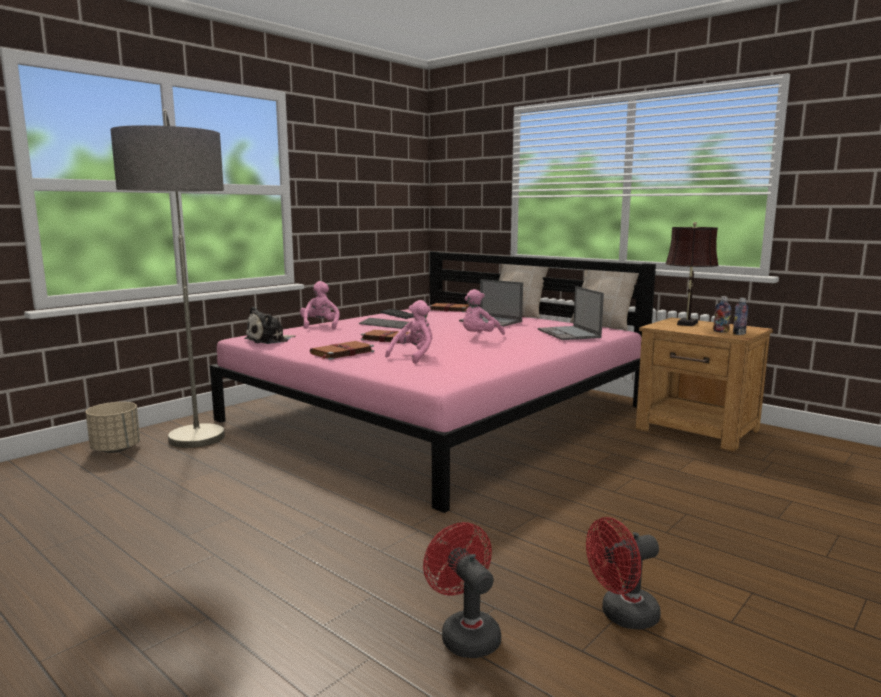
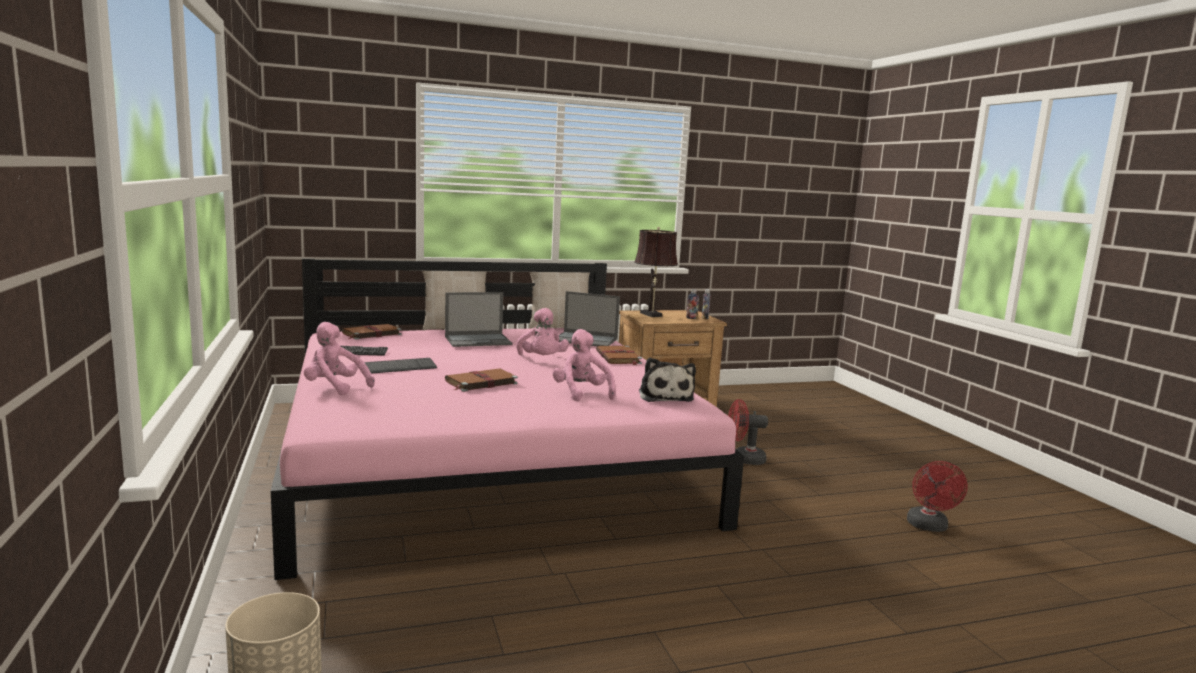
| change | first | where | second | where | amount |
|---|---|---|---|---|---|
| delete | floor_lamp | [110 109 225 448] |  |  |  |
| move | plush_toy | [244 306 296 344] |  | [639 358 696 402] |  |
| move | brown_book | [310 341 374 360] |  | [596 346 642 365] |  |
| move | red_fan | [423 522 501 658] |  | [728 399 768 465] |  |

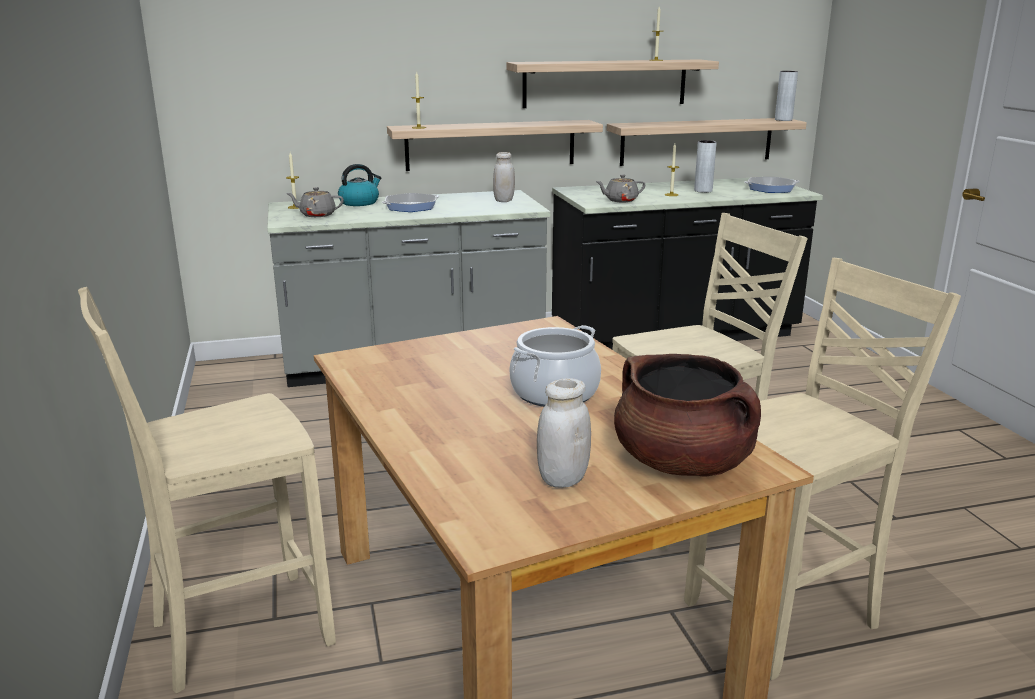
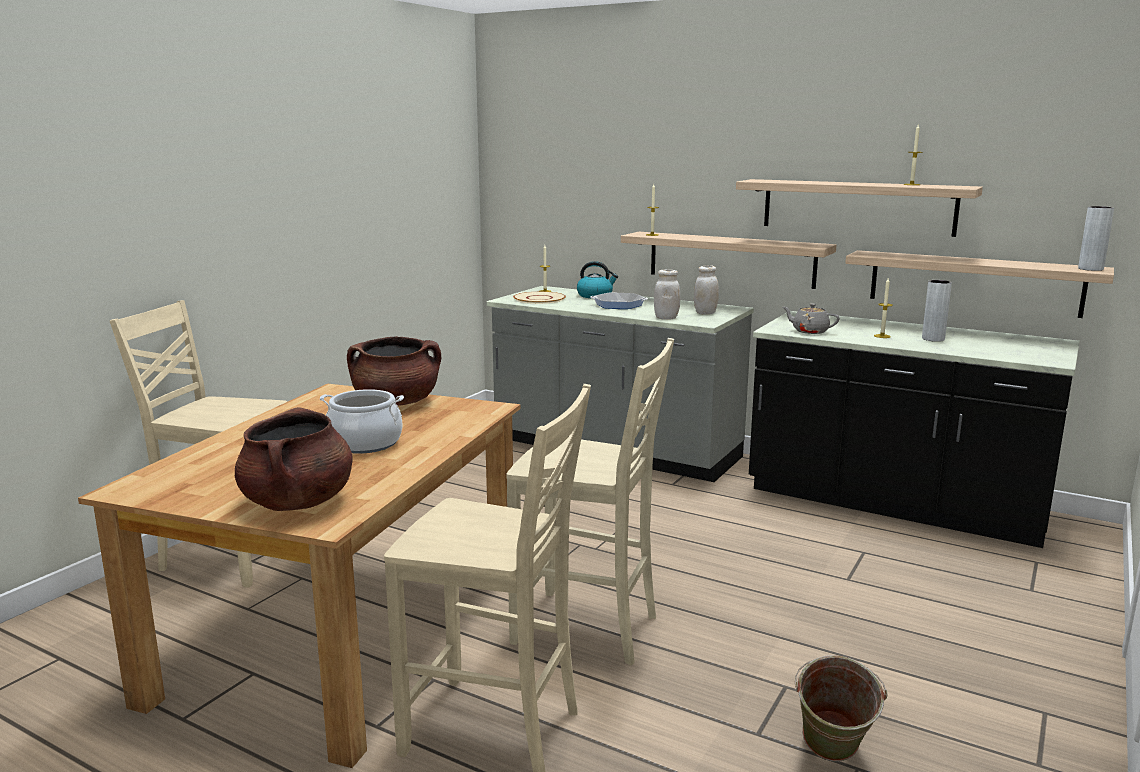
| change | first | where | second | where | amount |
|---|---|---|---|---|---|
| replace | grey_teapot | [286 187 344 217] | beige_plate | [513 292 566 304] |  |
| move | white_jar | [537 378 591 488] |  | [654 269 680 320] |  |
| delete | frying_pan | [745 177 800 193] |  |  |  |
| insert |  |  | brown_cooking_pot | [347 336 441 406] |  |
| insert |  |  | green_bucket | [795 655 888 762] |  |

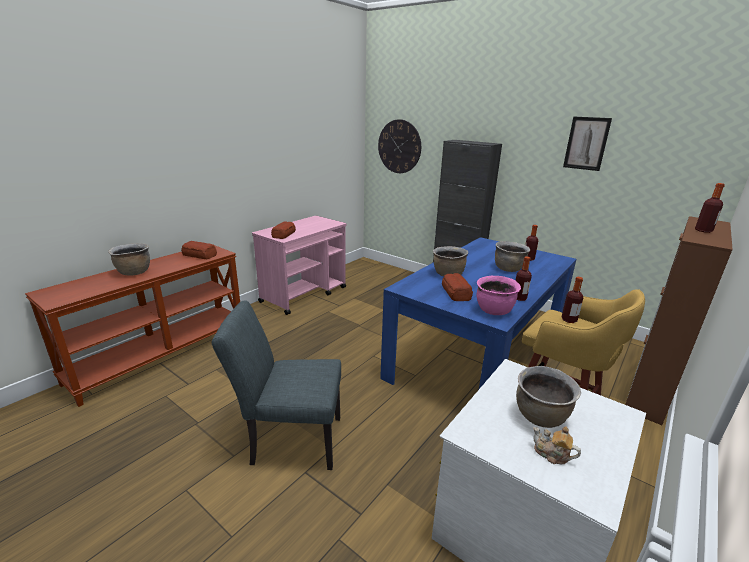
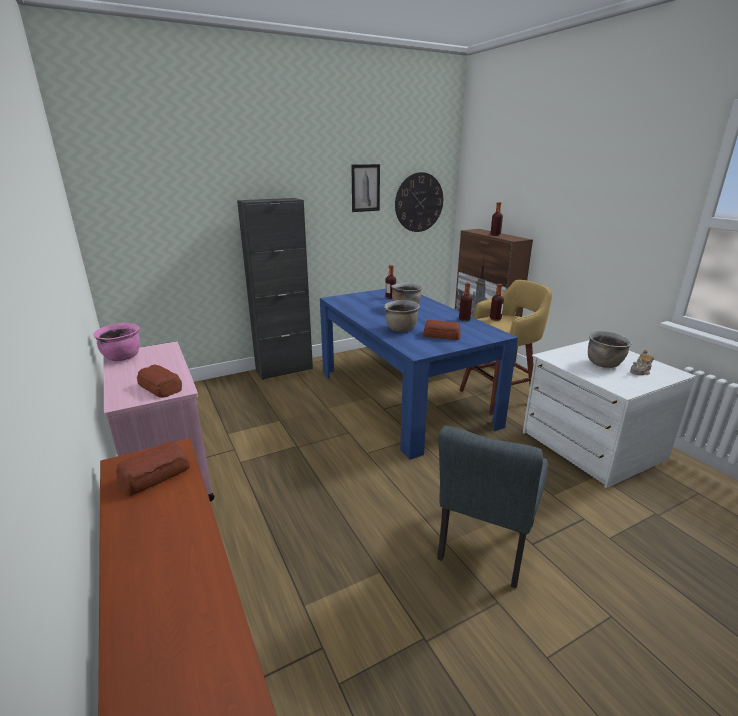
| change | first | where | second | where | amount |
|---|---|---|---|---|---|
| delete | brown_cooking_pot | [108 243 150 276] |  |  |  |
| move | wall_clock | [378 119 421 173] |  | [395 172 443 232] |  |
| move | pink_cooking_pot | [476 276 521 315] |  | [93 323 140 361] |  |

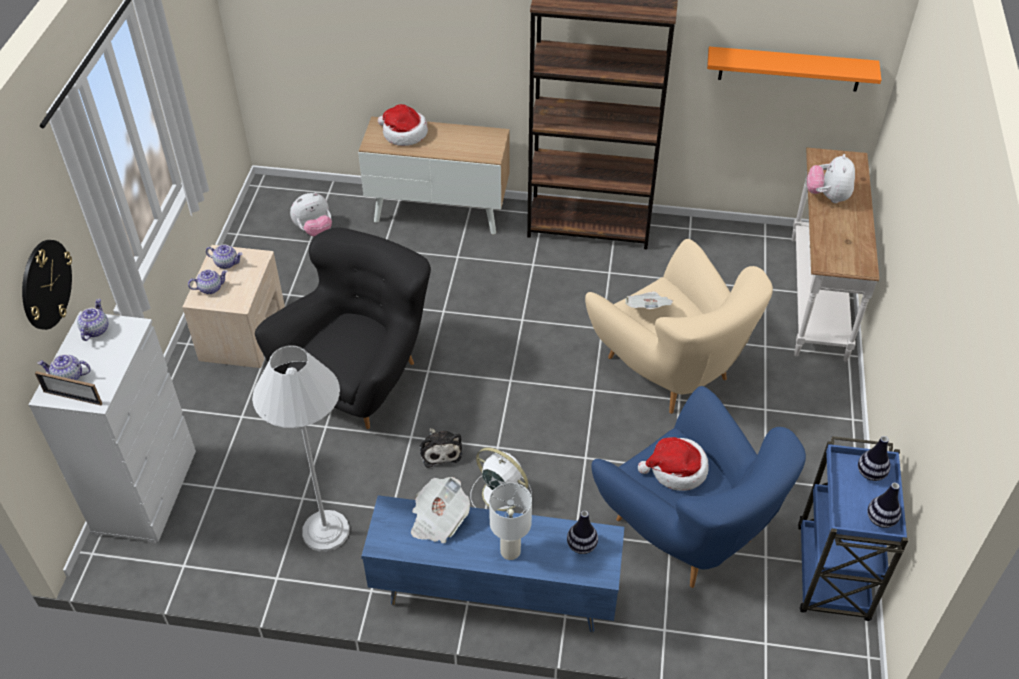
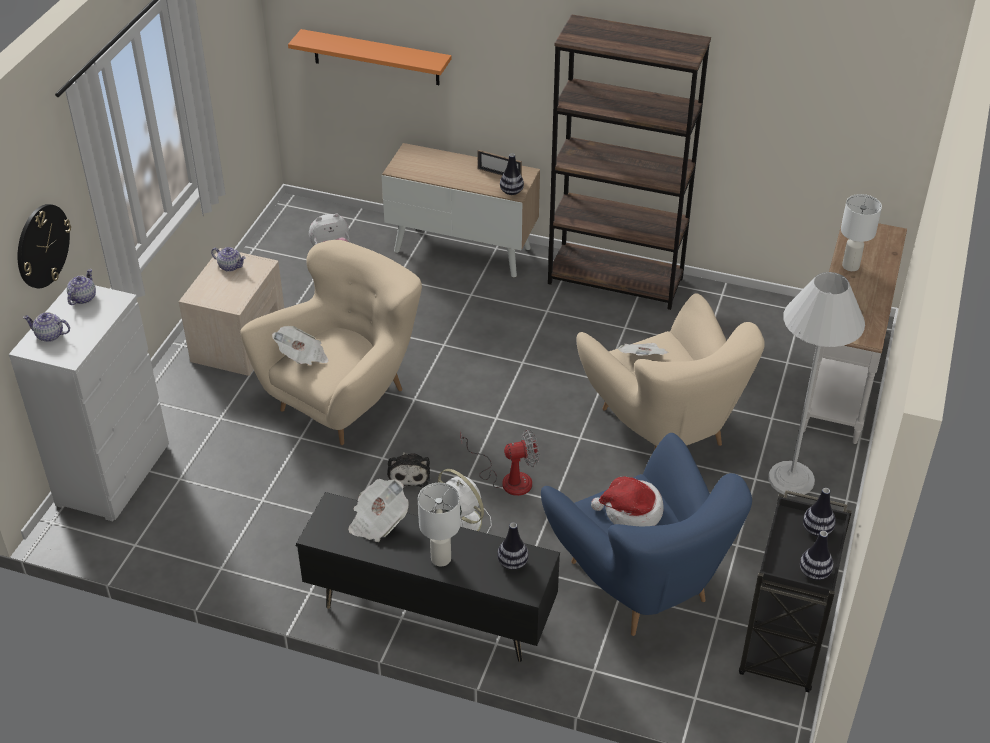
| change | first | where | second | where | amount |
|---|---|---|---|---|---|
| move | picture_frame | [35 371 102 405] |  | [478 150 522 176] |  |
| delete | teapot | [188 270 228 294] |  |  |  |
| move | white_floor_lamp | [252 345 350 552] |  | [768 272 865 496] |  |
| recolor | black_armchair | [255 227 431 429] | beige_armchair | [241 240 422 445] |  |
| recolor | blue_tv_stand | [361 495 625 633] | black_tv_stand | [296 492 560 662] |  |
| delete | hat | [378 104 428 146] |  |  |  |
| move | orange_shelf | [707 47 881 91] |  | [288 29 451 85] |  |
| recolor | blue_cart | [798 436 908 621] | black_cart | [739 490 852 692] |  |
| replace | plush_toy | [807 154 855 203] | white_table_lamp | [841 194 882 271] |  |
| insert |  |  | newspaper | [272 326 329 365] |  |
| insert |  |  | fan | [460 430 539 496] |  |
| insert |  |  | vase | [500 154 524 195] |  |

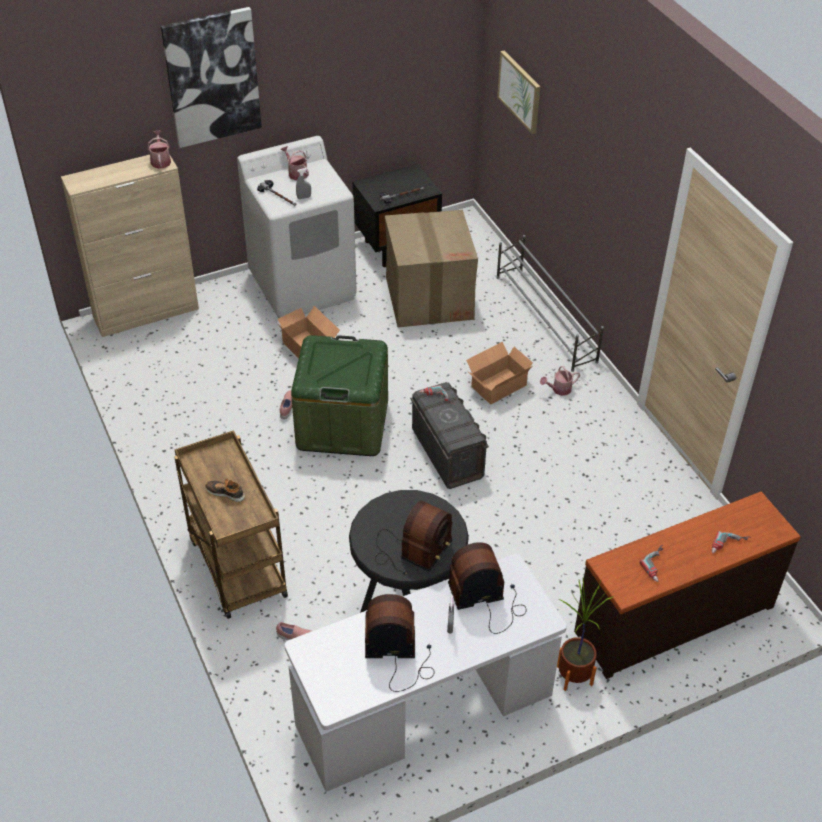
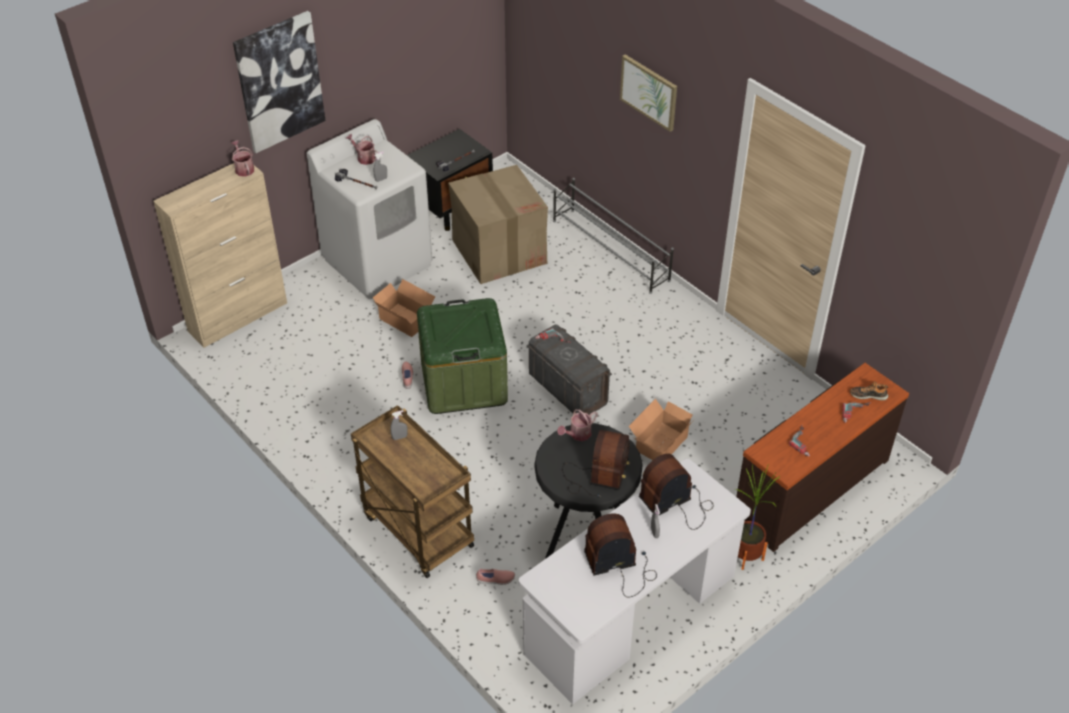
| change | first | where | second | where | amount |
|---|---|---|---|---|---|
| move | shoe | [205 478 245 502] |  | [850 381 888 400] |  |
| move | cardboard_box | [466 342 533 404] |  | [629 399 695 460] |  |
| move | picture | [497 51 540 134] |  | [620 54 677 132] |  |
| move | watering_can | [540 366 580 396] |  | [557 409 598 441] |  |
| insert |  |  | grey_spray_bottle | [390 410 408 440] |  |

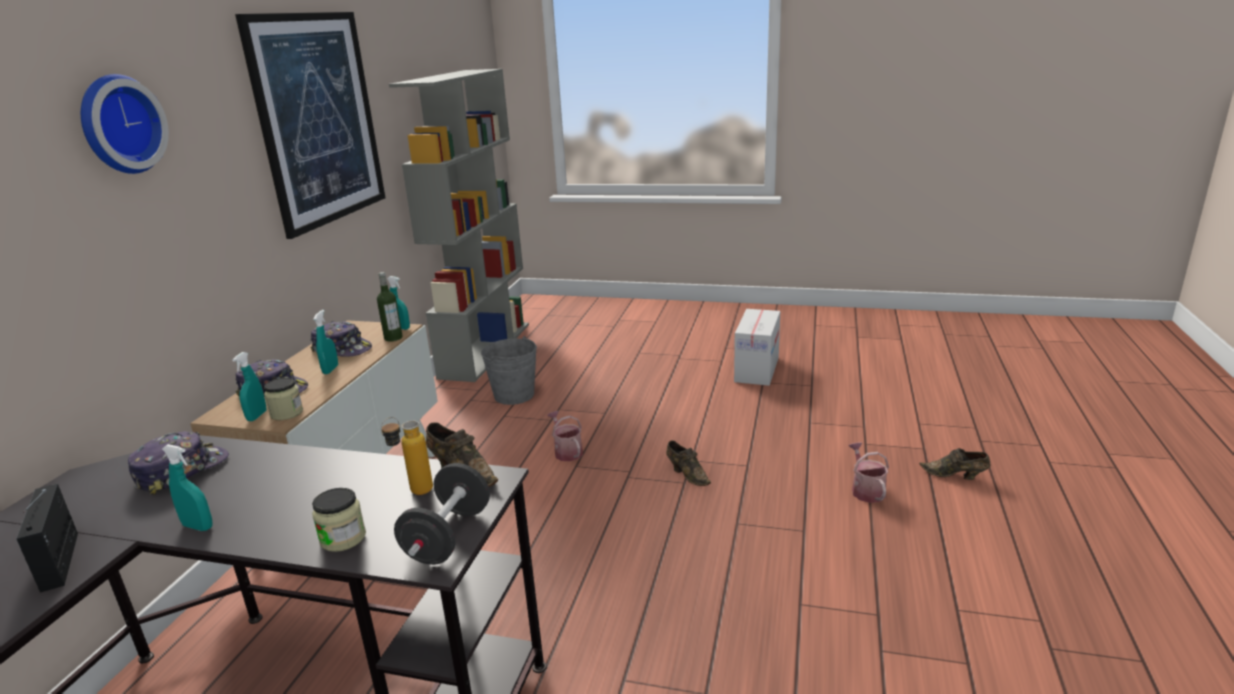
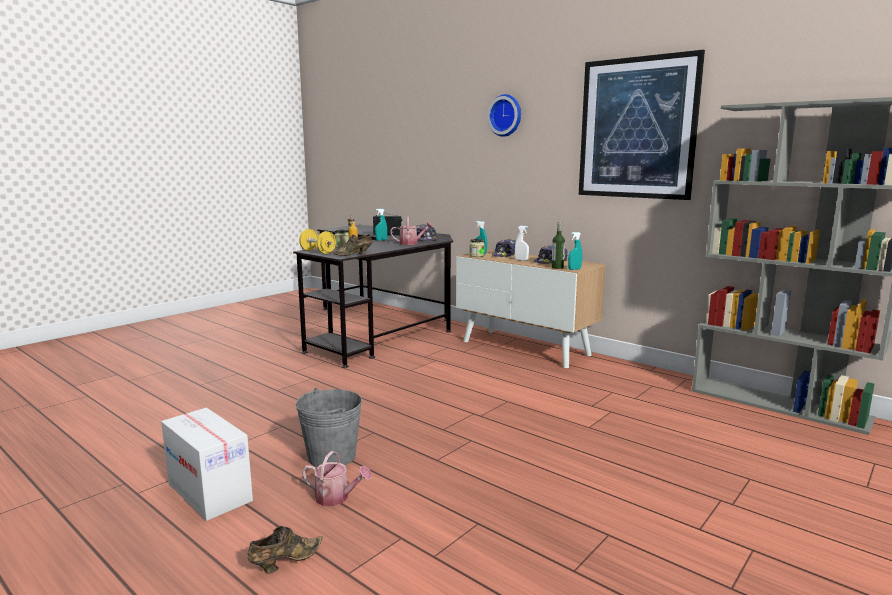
| change | first | where | second | where | amount |
|---|---|---|---|---|---|
| recolor | turquoise_spray_bottle | [313 310 338 374] | white_spray_bottle | [515 226 529 261] |  |
| recolor | black_dumbbell | [394 463 490 565] | yellow_dumbbell | [299 229 336 254] |  |
| move | grey_bucket | [481 336 537 405] |  | [296 388 362 467] |  |
| move | watering_can | [547 411 583 461] |  | [390 217 433 245] |  |
| delete | brown_shoe | [666 440 711 486] |  |  |  |
| move | cardboard_box | [734 309 780 386] |  | [161 408 253 521] |  |

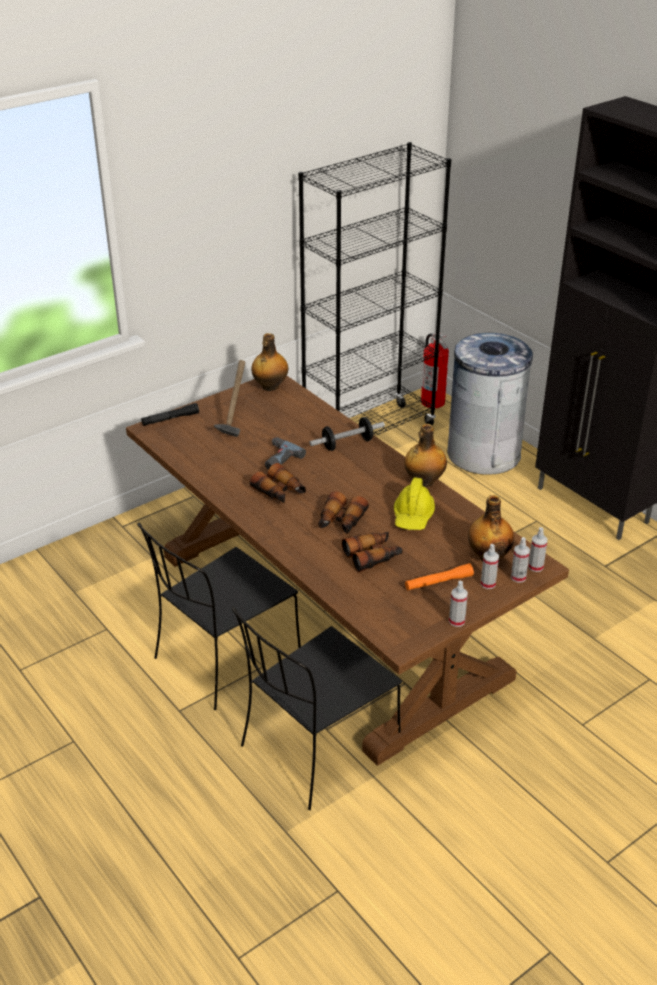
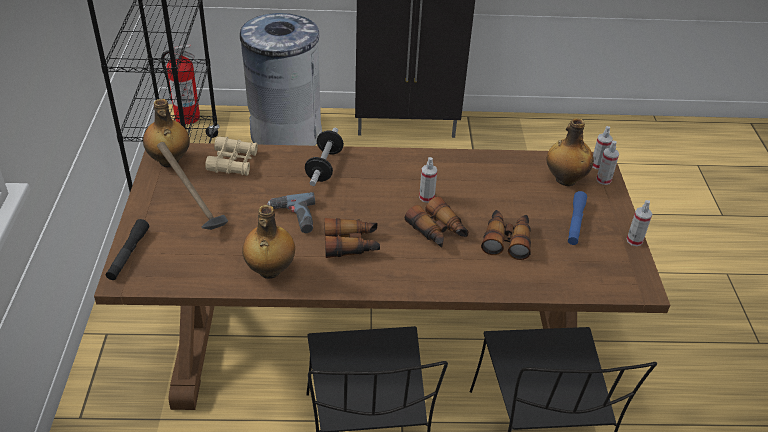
| change | first | where | second | where | amount |
|---|---|---|---|---|---|
| delete | yellow_hard_hat | [394 477 435 530] |  |  |  |
| move | bottle | [404 424 447 487] |  | [242 205 295 279] |  |
| recolor | orange_flashlight | [405 563 474 590] | blue_flashlight | [568 191 587 245] |  |
| move | spray_bottle | [480 544 499 589] |  | [419 157 437 203] |  |
| insert |  |  | beige_binoculars | [205 137 258 176] |  |

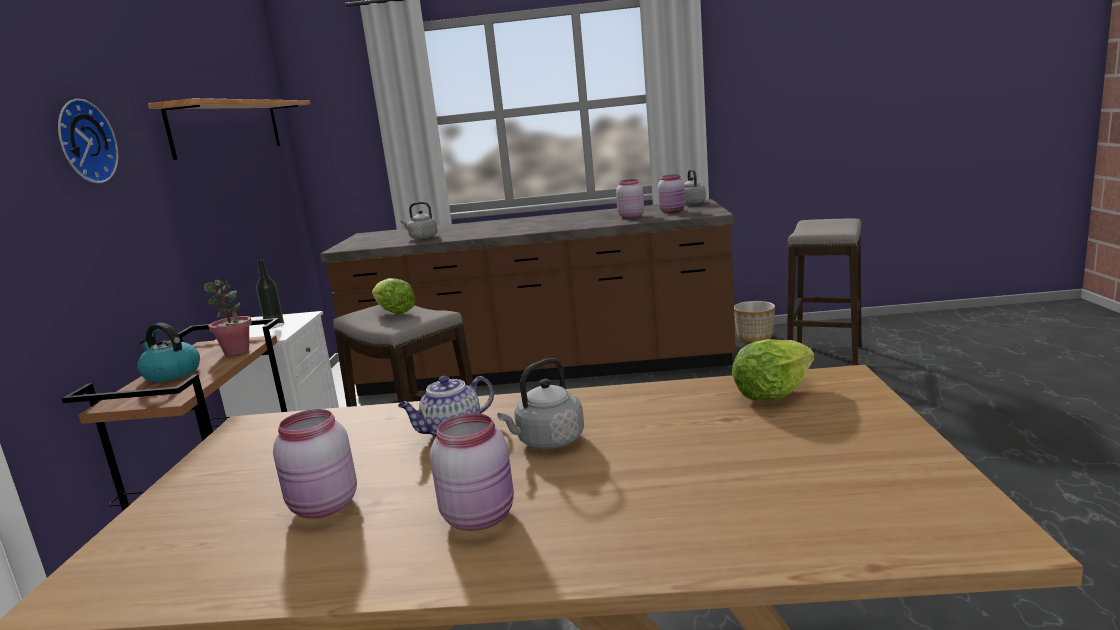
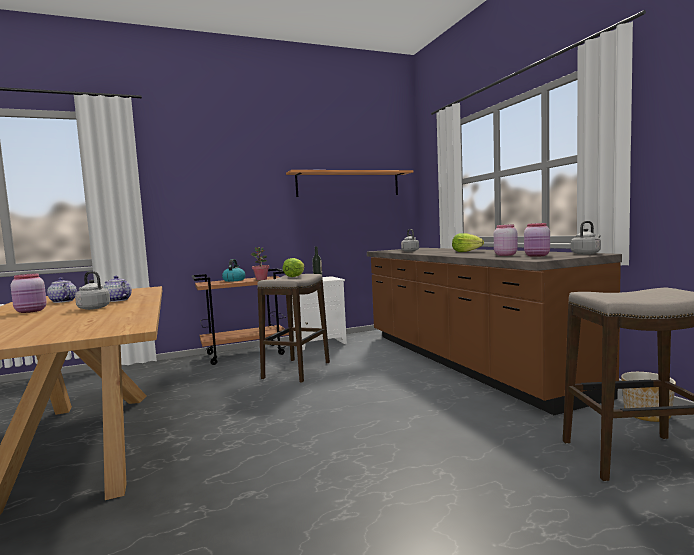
| change | first | where | second | where | amount |
|---|---|---|---|---|---|
| delete | wall_clock | [58 99 118 183] |  |  |  |
| replace | pink_jar | [273 409 357 518] | teapot | [47 277 77 303] |  |
| move | lettuce | [732 340 814 402] |  | [452 233 484 252] |  |

